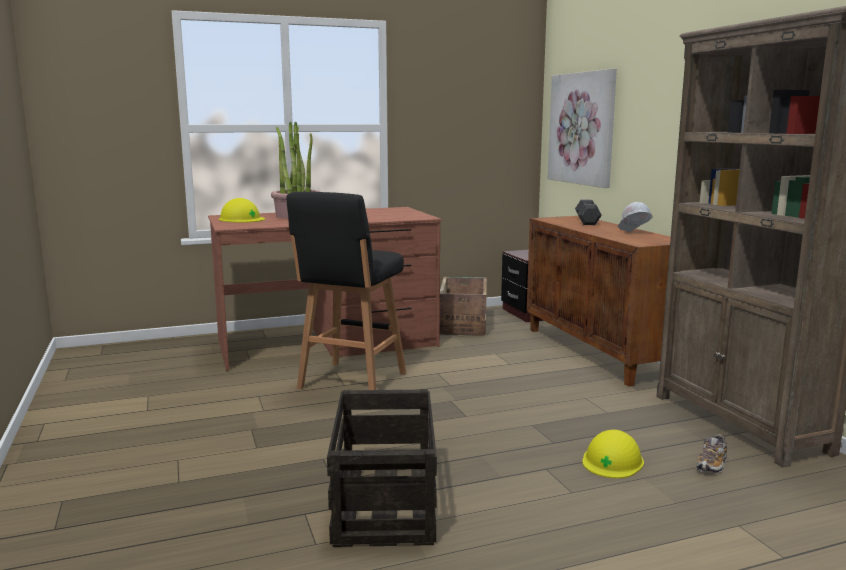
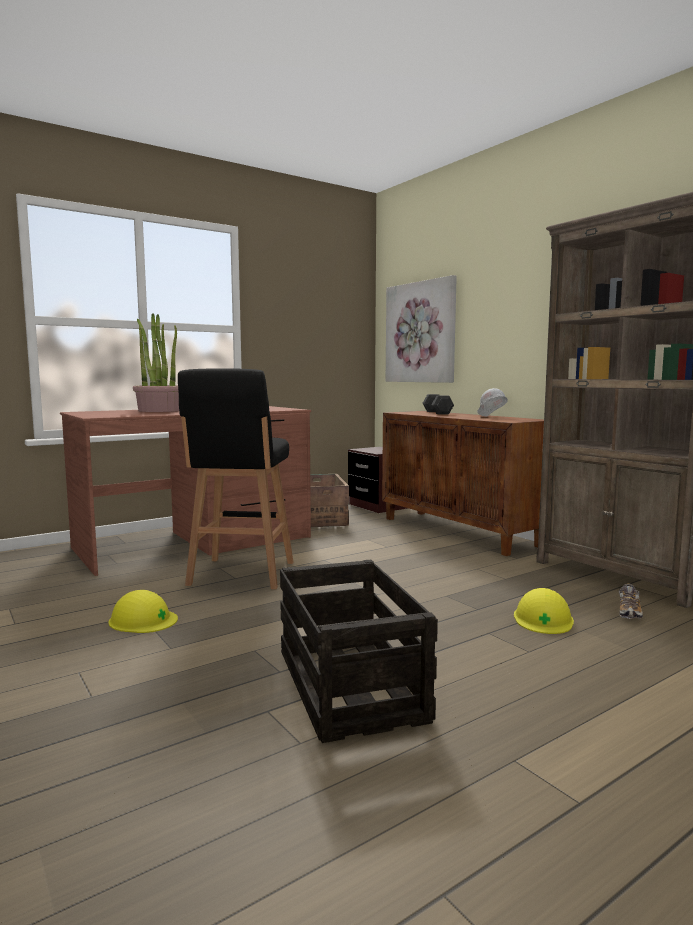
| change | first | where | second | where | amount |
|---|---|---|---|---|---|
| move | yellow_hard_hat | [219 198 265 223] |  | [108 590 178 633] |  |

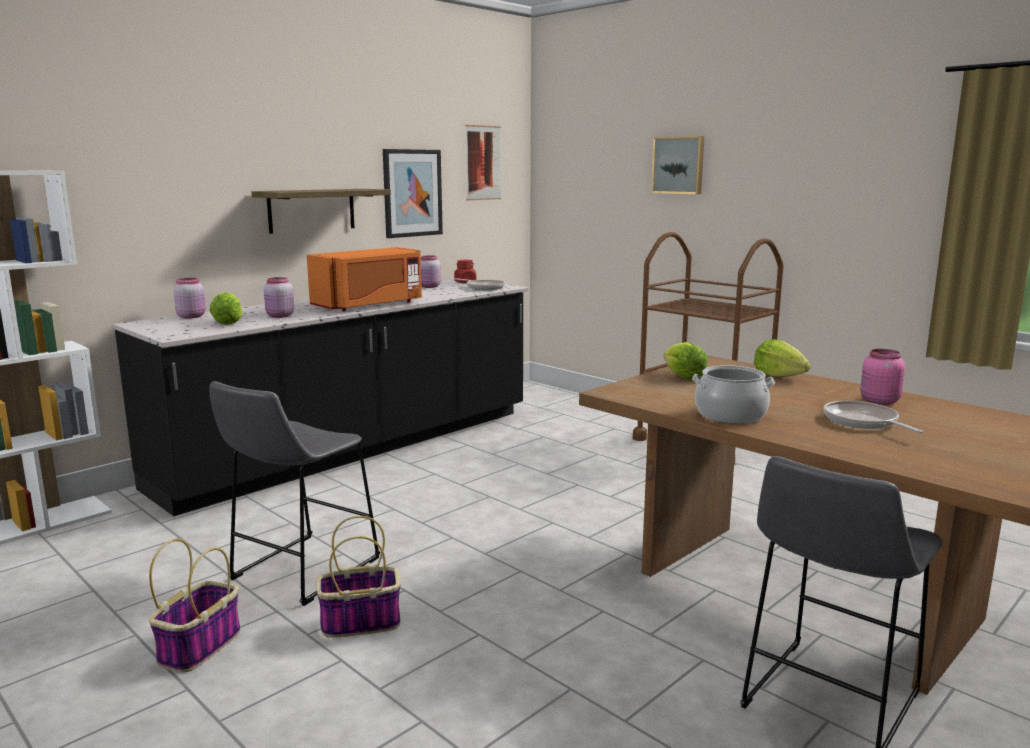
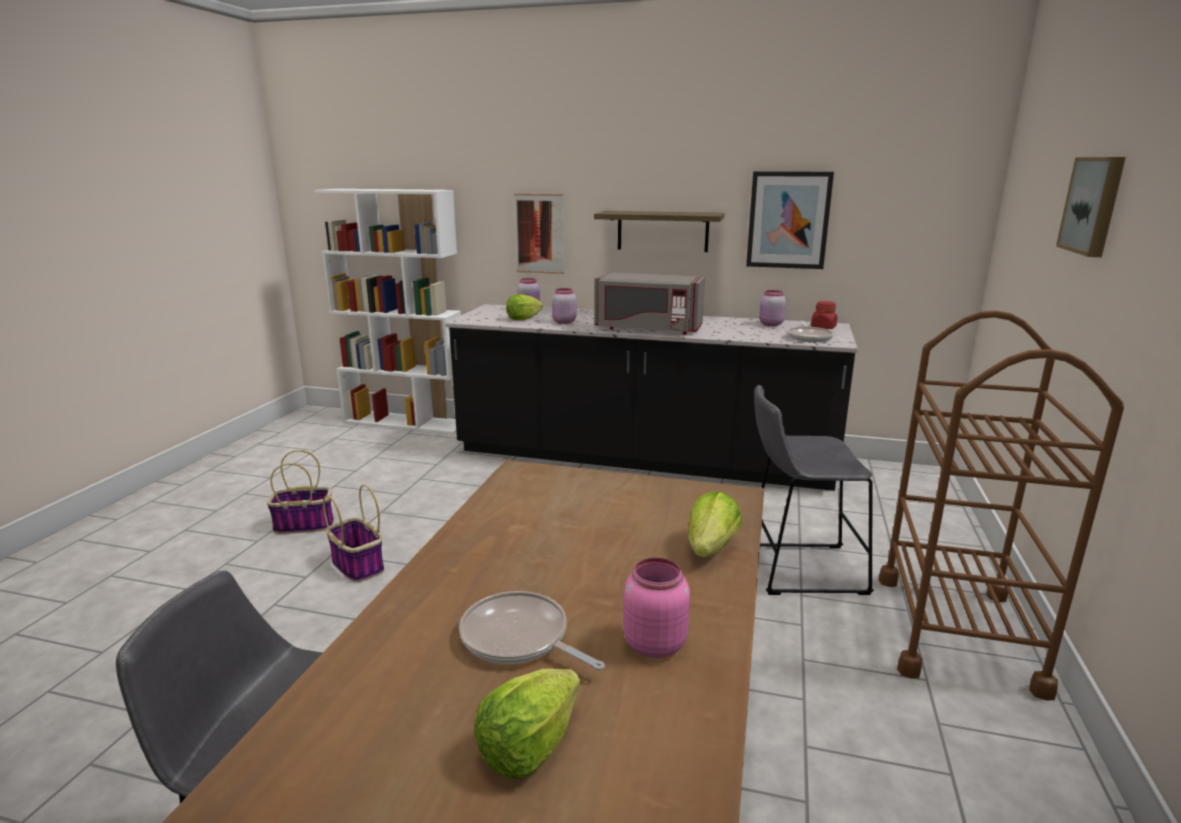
| change | first | where | second | where | amount |
|---|---|---|---|---|---|
| move | grey_stool | [209 381 380 606] |  | [754 385 874 595] |  |
| recolor | orange_microwave | [307 247 422 311] | grey_microwave | [595 272 705 334] |  |
| move | picture | [465 125 501 201] |  | [514 194 564 274] |  |
| move | lettuce | [663 342 707 380] |  | [474 669 581 780] |  |
| delete | cooking_pot | [692 365 775 424] |  |  |  |
| rotate | frying_pan | [823 401 923 433] |  | [459 591 605 670] | 90 degrees counterclockwise |

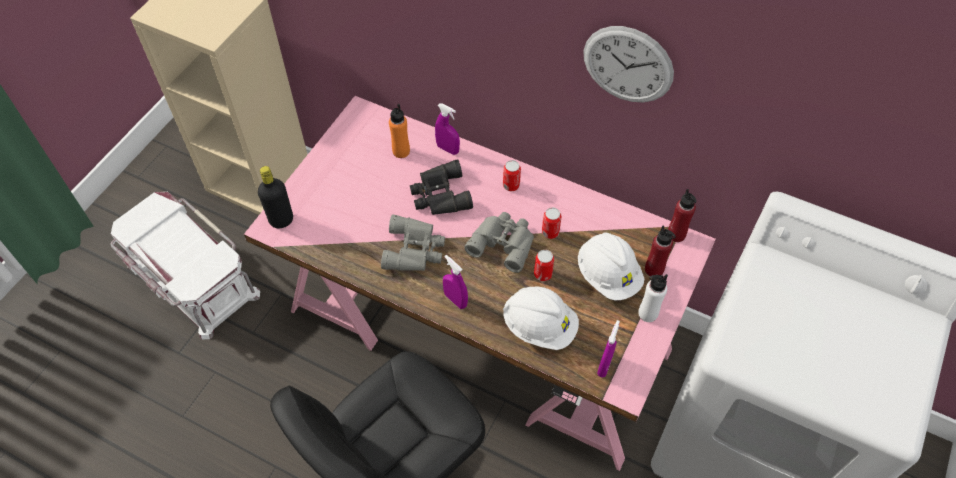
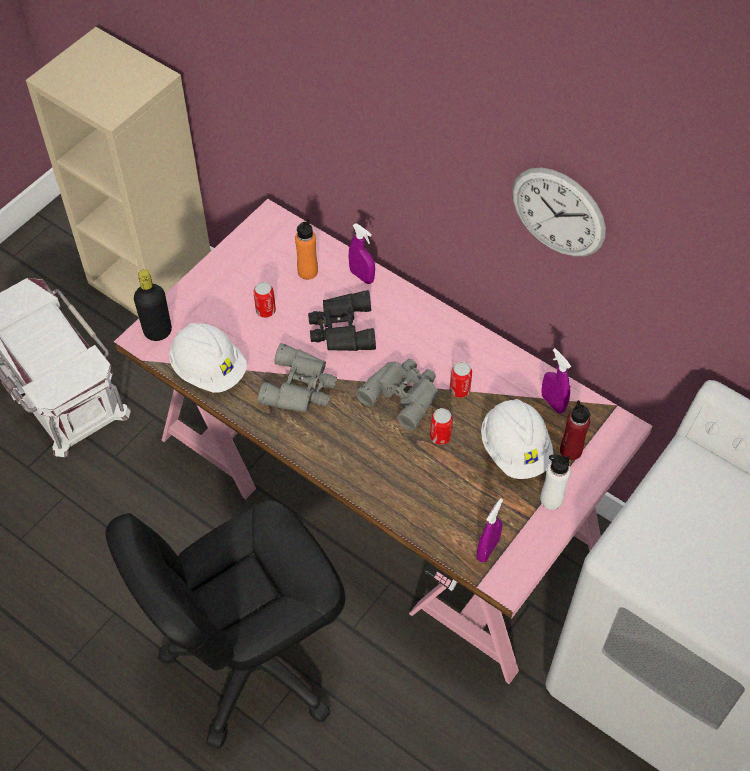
| change | first | where | second | where | amount |
|---|---|---|---|---|---|
| move | purple_spray_bottle | [443 255 468 309] |  | [541 348 571 413] |  |
| move | can | [503 160 521 191] |  | [254 282 276 318] |  |
| move | white_hard_hat | [503 286 579 350] |  | [169 323 247 393] |  |
| delete | red_bottle | [668 189 696 242] |  |  |  |

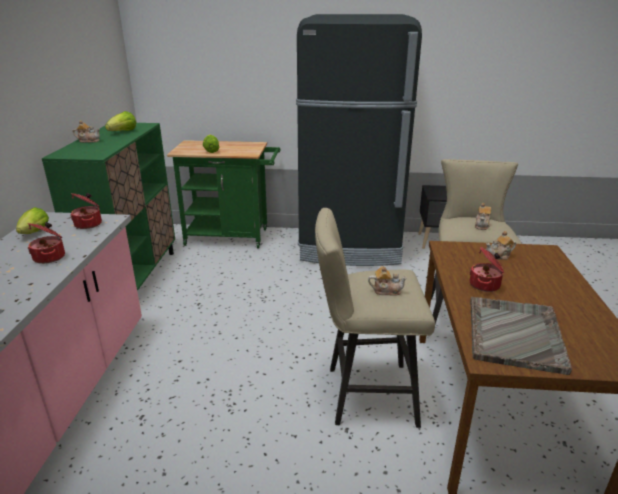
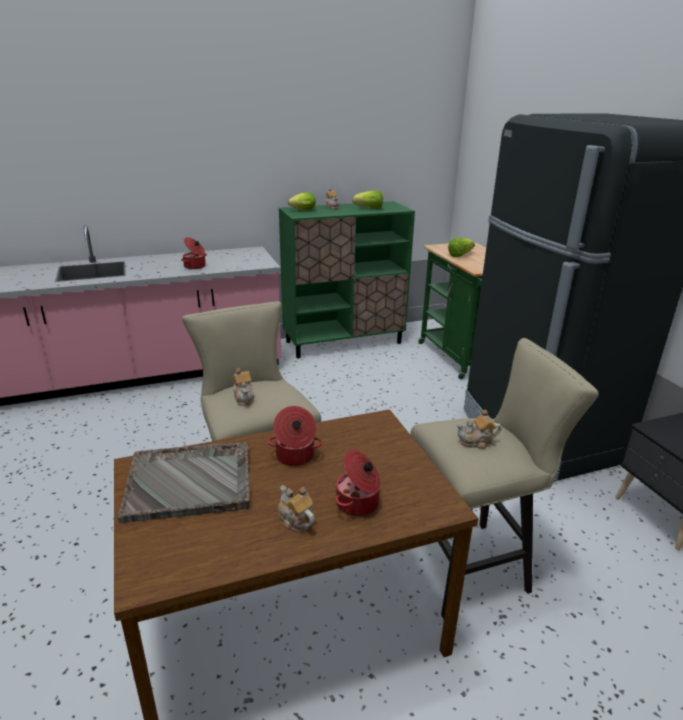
| change | first | where | second | where | amount |
|---|---|---|---|---|---|
| move | lettuce | [16 207 49 234] |  | [288 192 316 210] |  |
| move | cooking_pot | [70 193 102 229] |  | [335 450 380 517] |  |
| move | teapot | [486 231 516 260] |  | [278 486 315 532] |  |

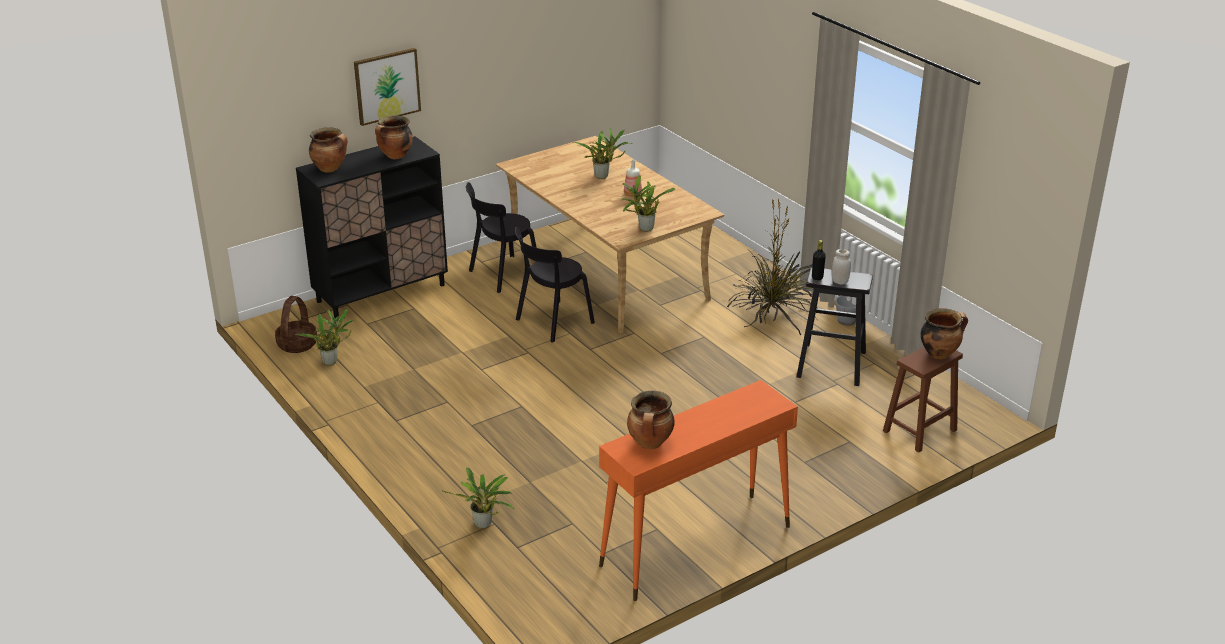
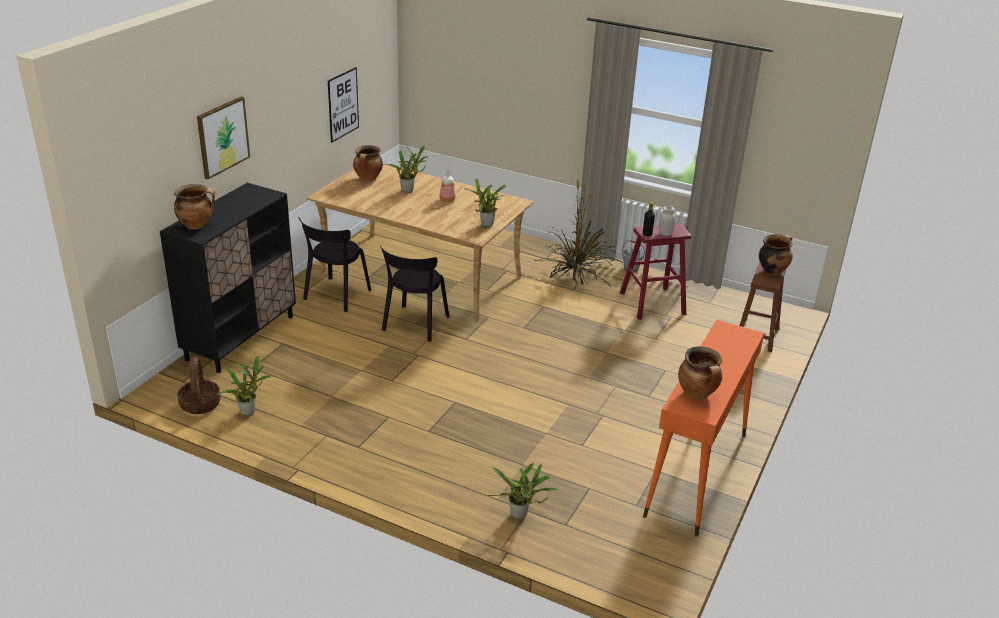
| change | first | where | second | where | amount |
|---|---|---|---|---|---|
| move | cooking_pot | [375 116 413 159] |  | [353 145 383 181] |  |
| recolor | black_stool | [796 267 873 386] | red_stool | [620 223 691 320] |  |
| insert |  |  | picture | [328 67 359 142] |  |

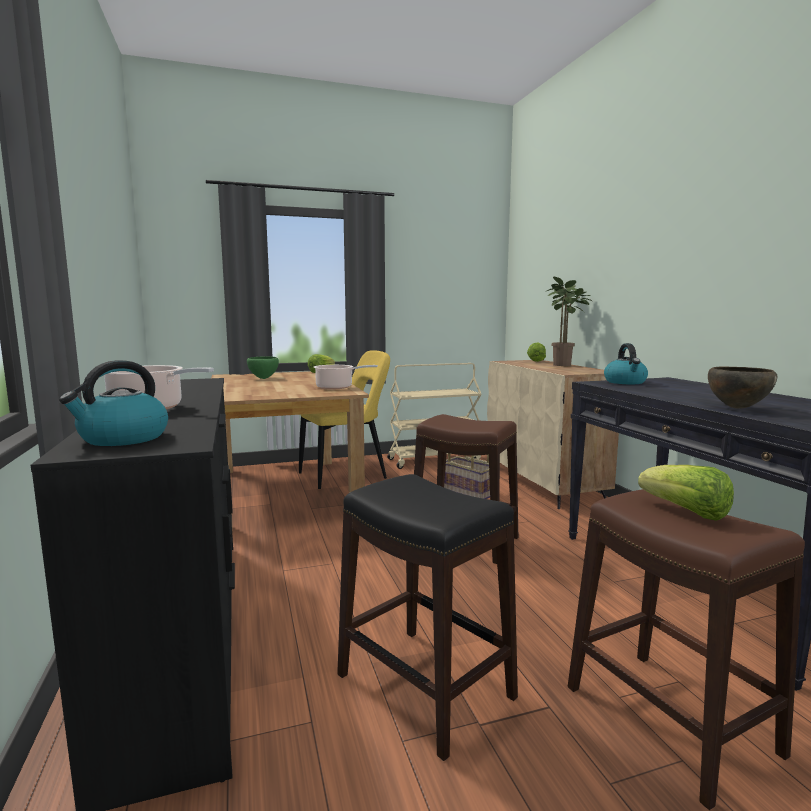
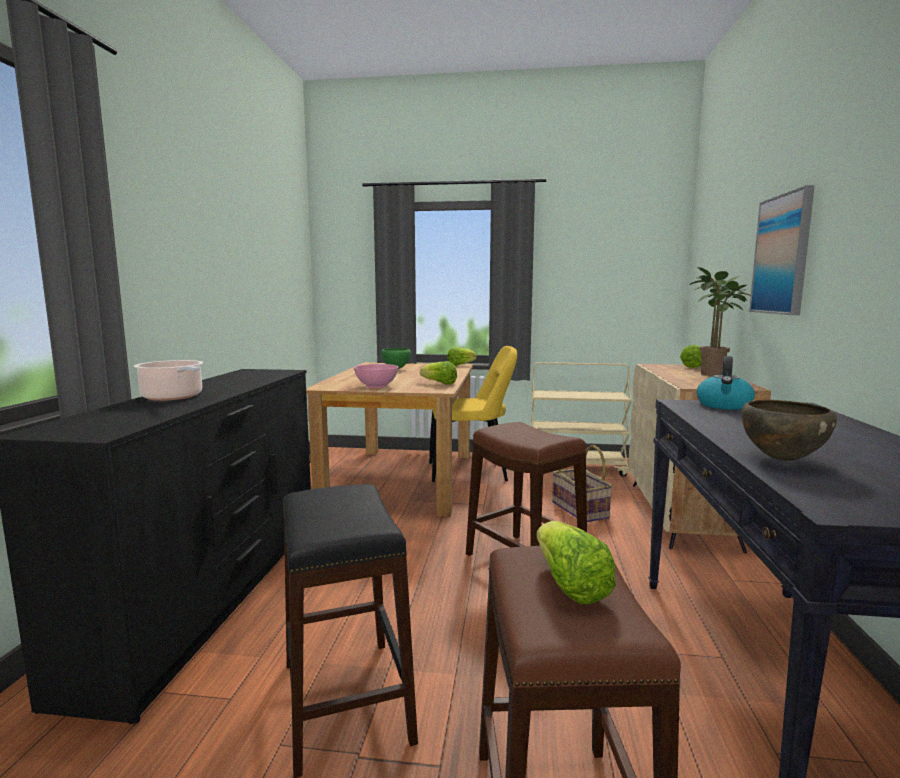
| change | first | where | second | where | amount |
|---|---|---|---|---|---|
| delete | kettle | [59 360 168 446] |  |  |  |
| replace | cooking_pot | [314 365 378 389] | lettuce | [420 361 457 385] |  |
| insert |  |  | pink_bowl | [354 364 399 388] |  |
| insert |  |  | picture | [749 185 815 315] |  |

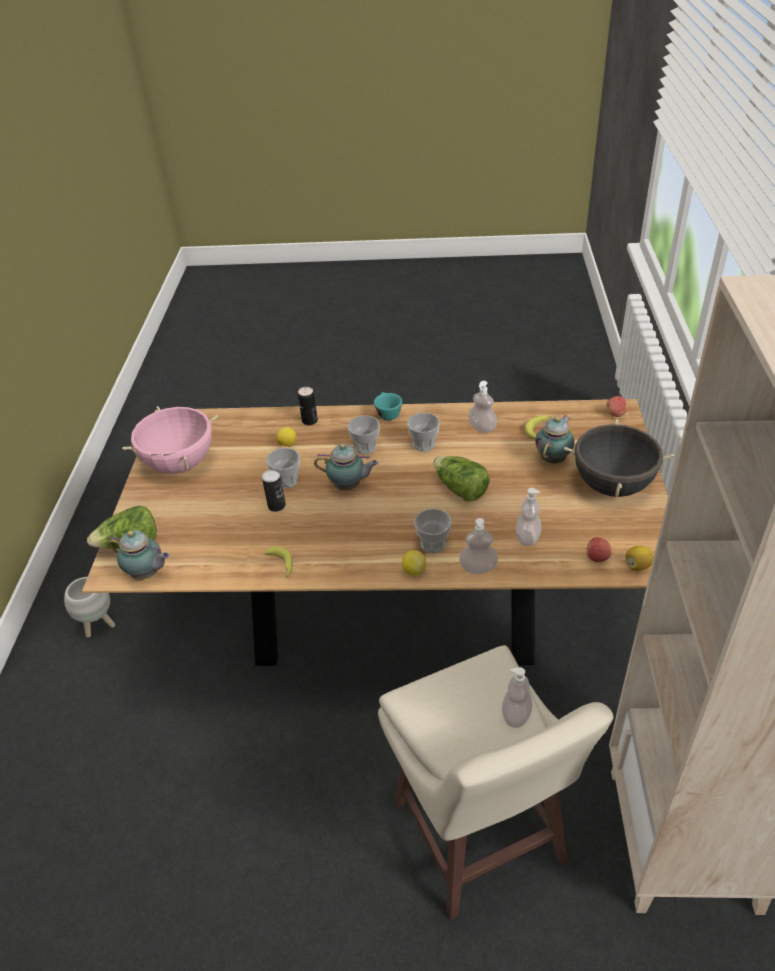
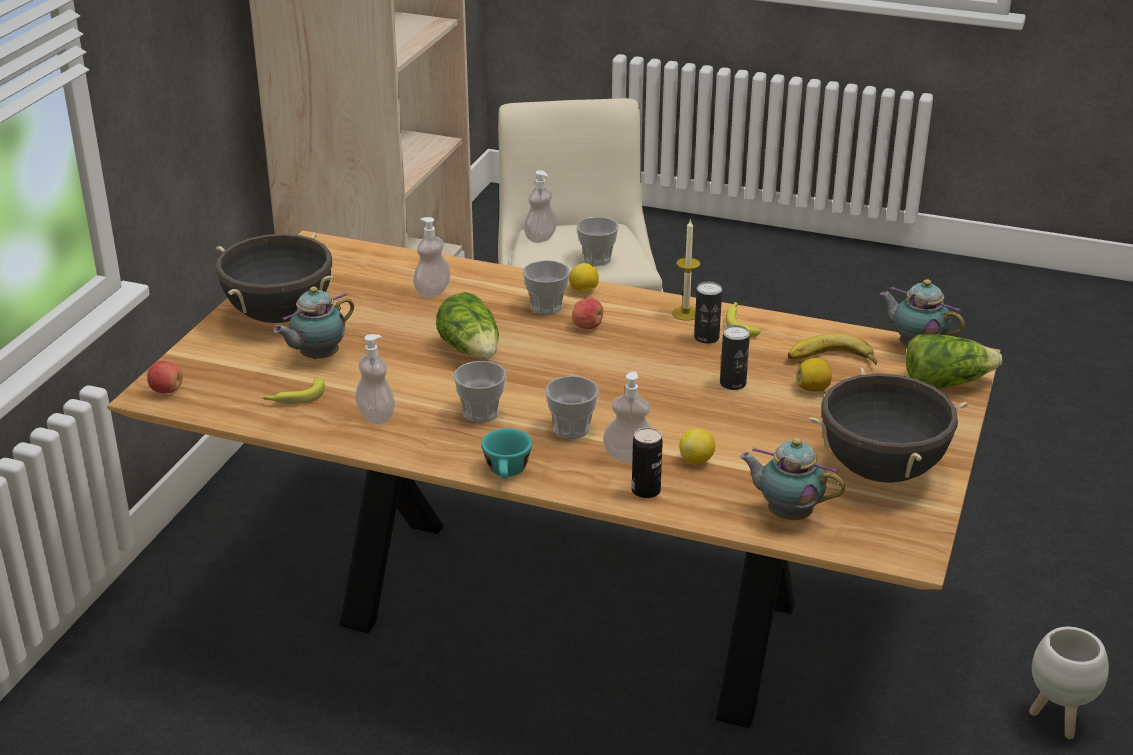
| change | first | where | second | where | amount |
|---|---|---|---|---|---|
| recolor | pink_cooking_pot | [122 406 218 474] | black_cooking_pot | [808 368 969 483] |  |
| move | cup | [266 448 300 488] |  | [576 217 619 266] |  |
| move | teapot | [314 444 378 491] |  | [740 438 845 520] |  |
| move | soap_dispenser | [459 518 498 574] |  | [603 371 652 463] |  |
| move | apple | [586 537 611 562] |  | [572 298 603 329] |  |
| move | lemon | [626 545 654 571] |  | [796 358 832 391] |  |
| insert |  |  | candle | [672 218 700 321] |  |
| insert |  |  | can | [694 282 722 344] |  |
| insert |  |  | banana | [788 333 877 365] |  |

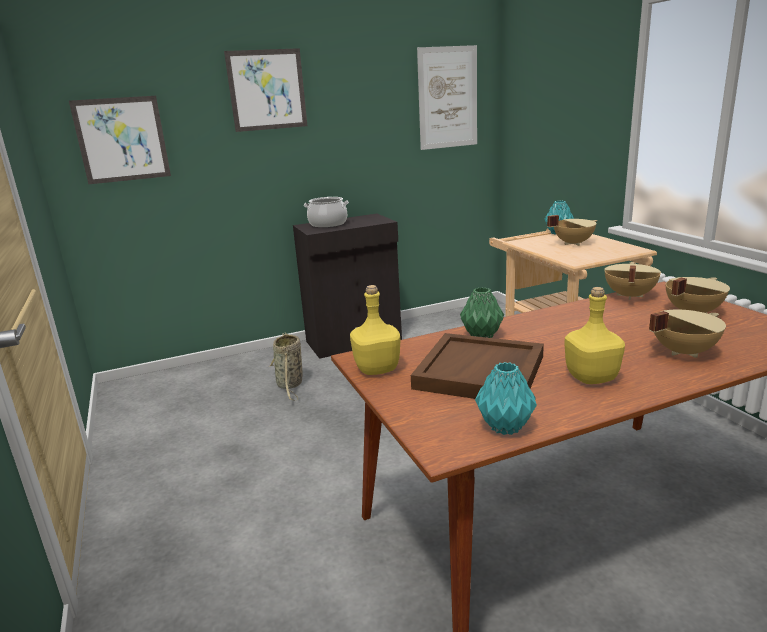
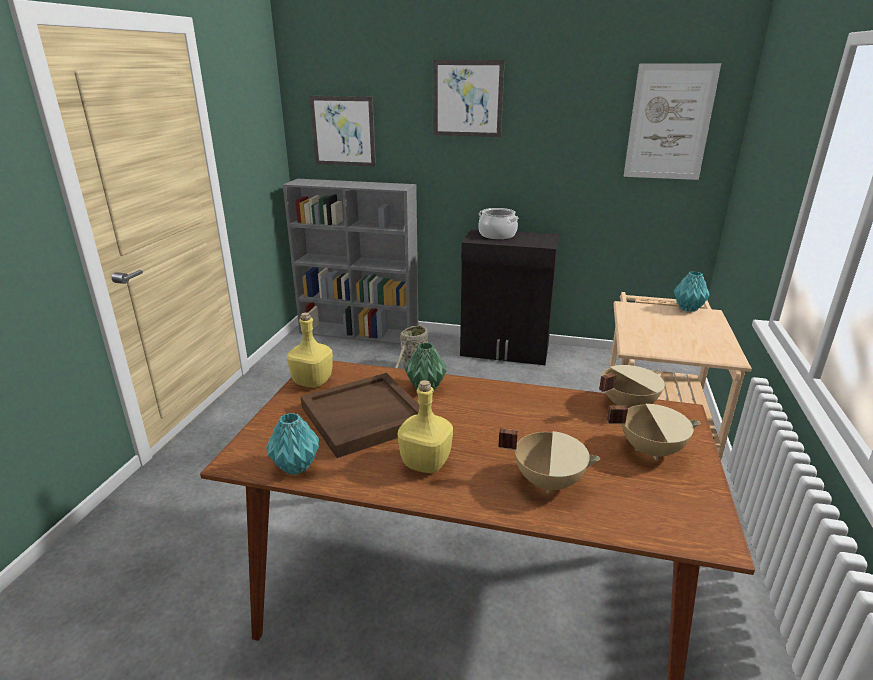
| change | first | where | second | where | amount |
|---|---|---|---|---|---|
| delete | beige_cooking_pot | [547 215 598 246] |  |  |  |
| insert |  |  | grey_bookcase | [283 179 418 345] |  |

